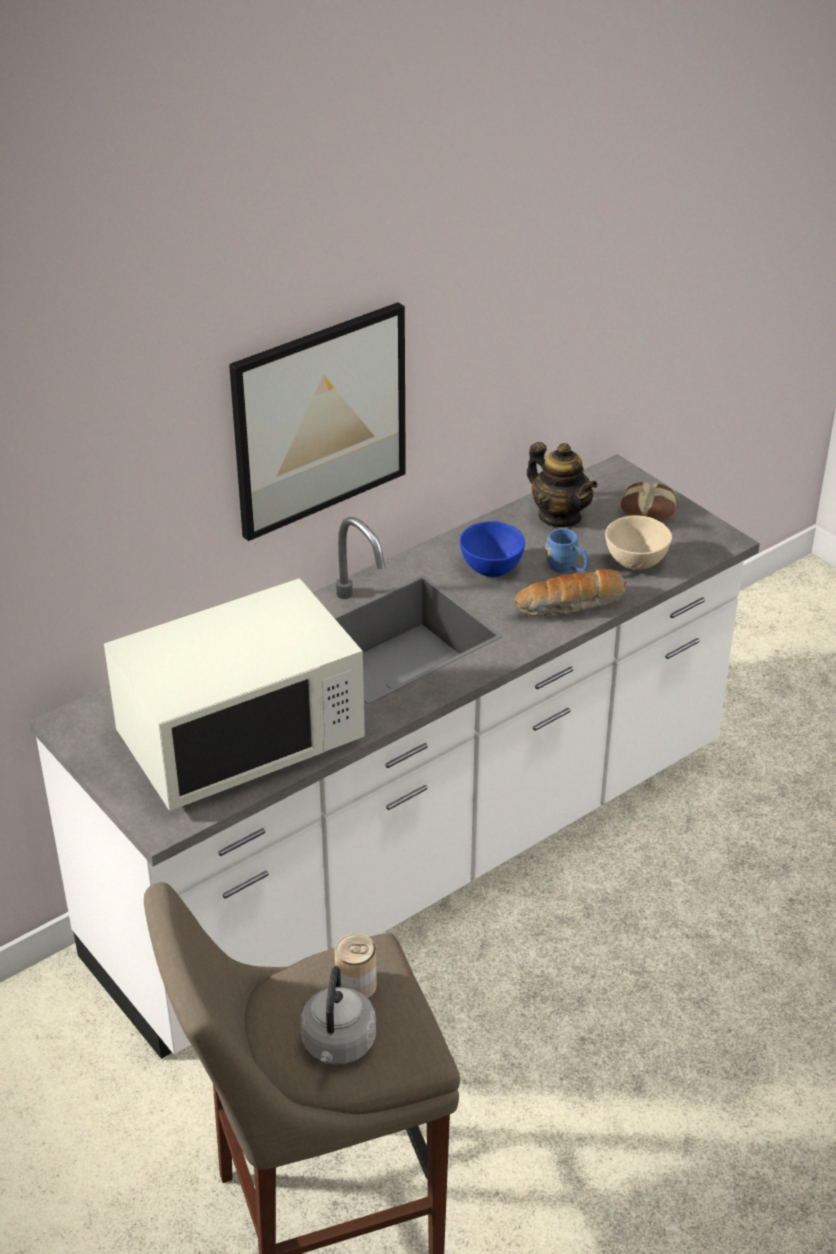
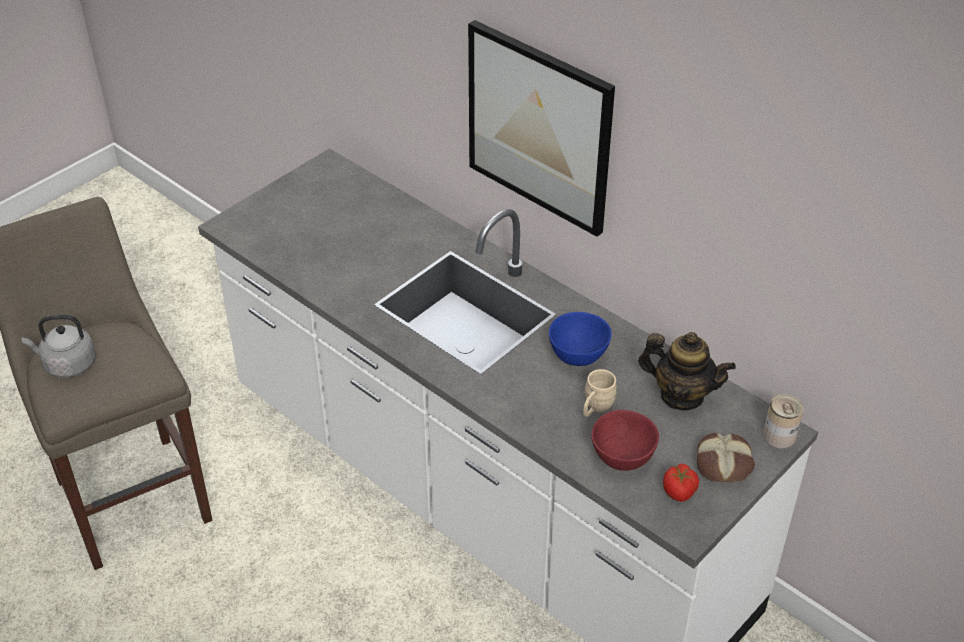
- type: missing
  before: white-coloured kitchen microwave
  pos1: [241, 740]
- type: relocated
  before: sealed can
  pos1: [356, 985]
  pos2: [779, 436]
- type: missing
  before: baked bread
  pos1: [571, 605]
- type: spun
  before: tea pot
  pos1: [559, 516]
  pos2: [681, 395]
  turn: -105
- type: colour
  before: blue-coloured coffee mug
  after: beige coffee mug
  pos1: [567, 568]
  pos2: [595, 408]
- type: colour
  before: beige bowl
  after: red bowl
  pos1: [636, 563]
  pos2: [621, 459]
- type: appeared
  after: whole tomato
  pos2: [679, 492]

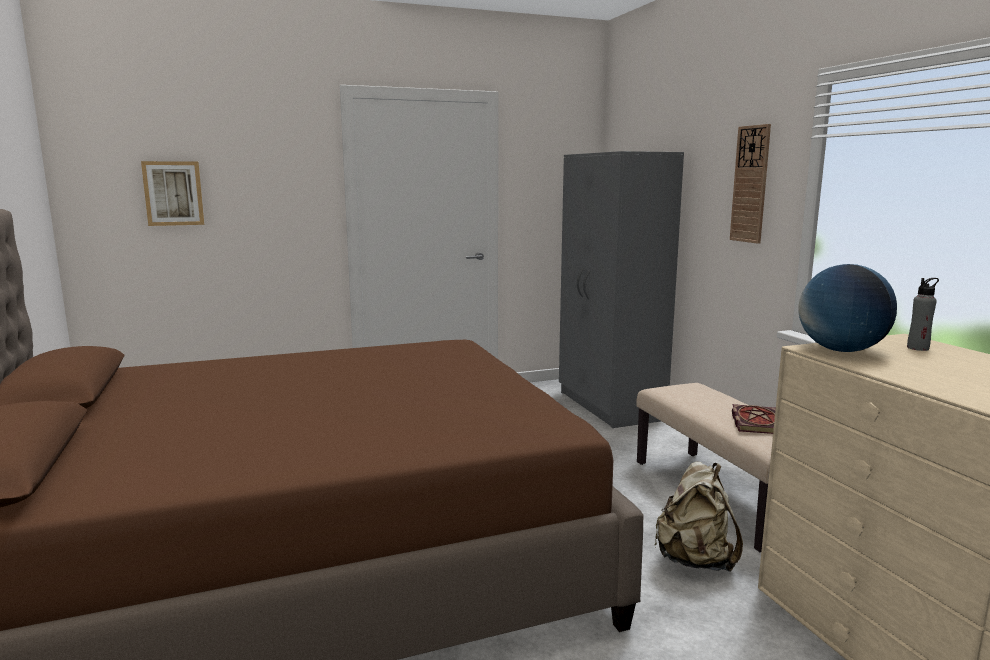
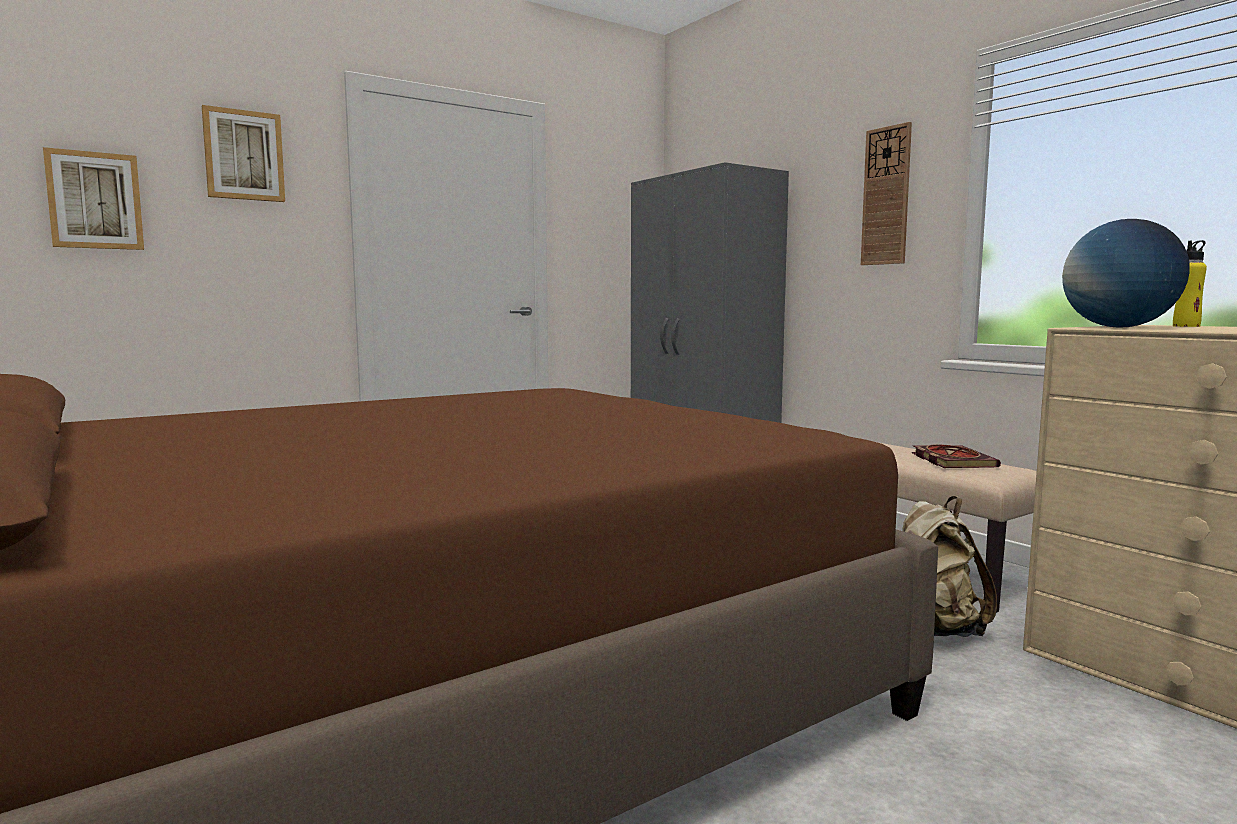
- type: colour
  before: gray bottle
  after: yellow bottle
  pos1: [918, 348]
  pos2: [1186, 326]
- type: appeared
  after: picture
  pos2: [244, 155]

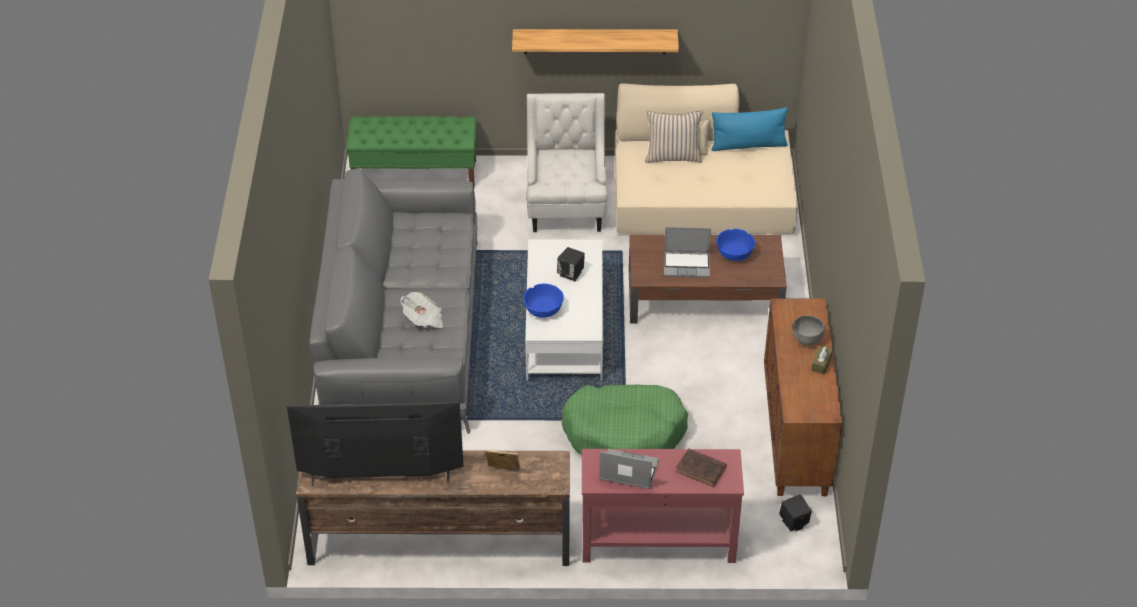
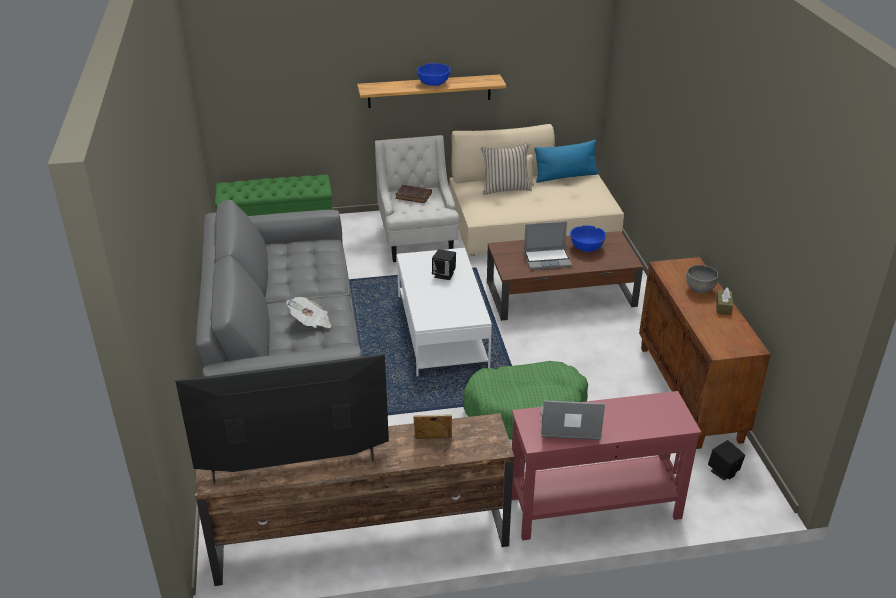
- type: relocated
  before: blue-coloured bowl
  pos1: [543, 310]
  pos2: [433, 84]
- type: relocated
  before: brown volume
  pos1: [702, 470]
  pos2: [414, 196]

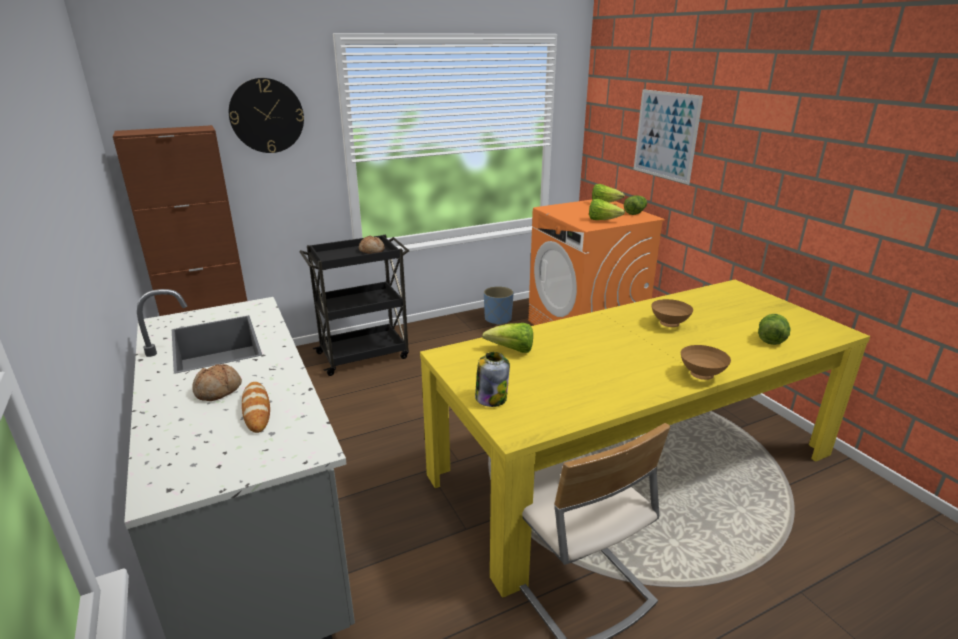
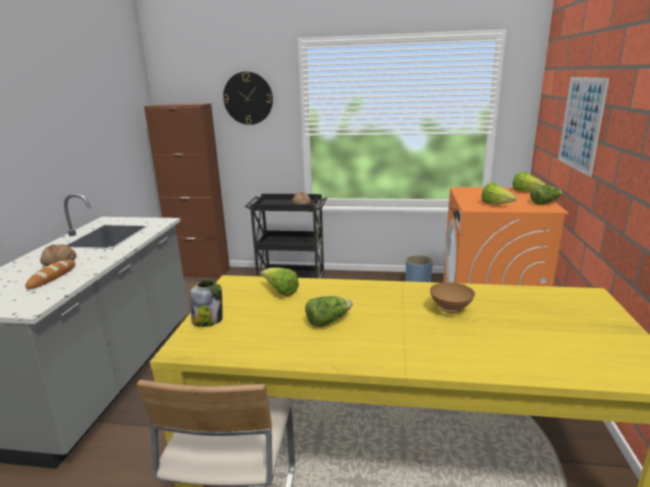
- type: missing
  before: brown bowl
  pos1: [700, 375]
- type: relocated
  before: lettuce
  pos1: [770, 338]
  pos2: [328, 321]

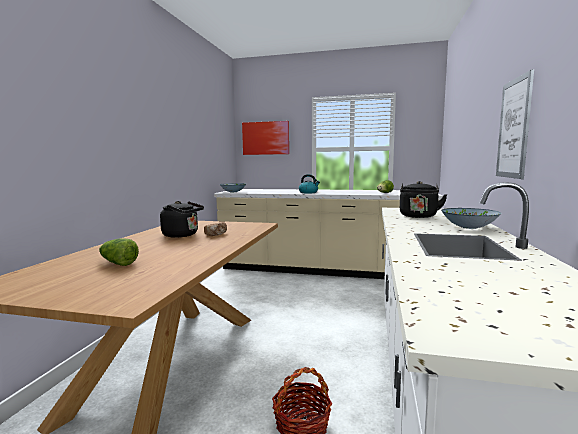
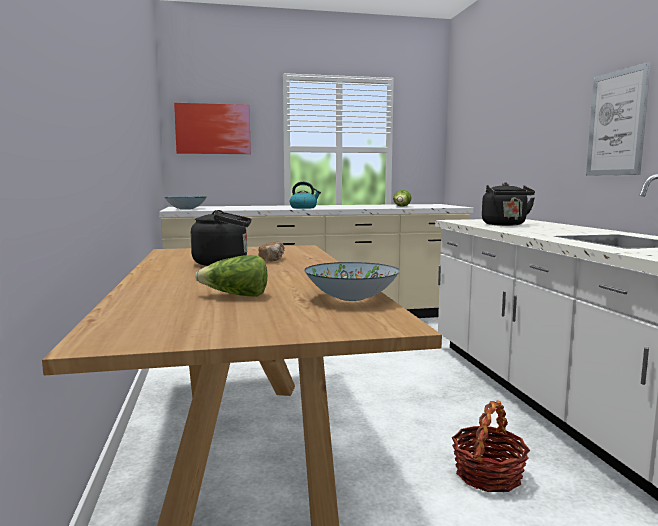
- type: relocated
  before: bowl
  pos1: [468, 227]
  pos2: [351, 298]

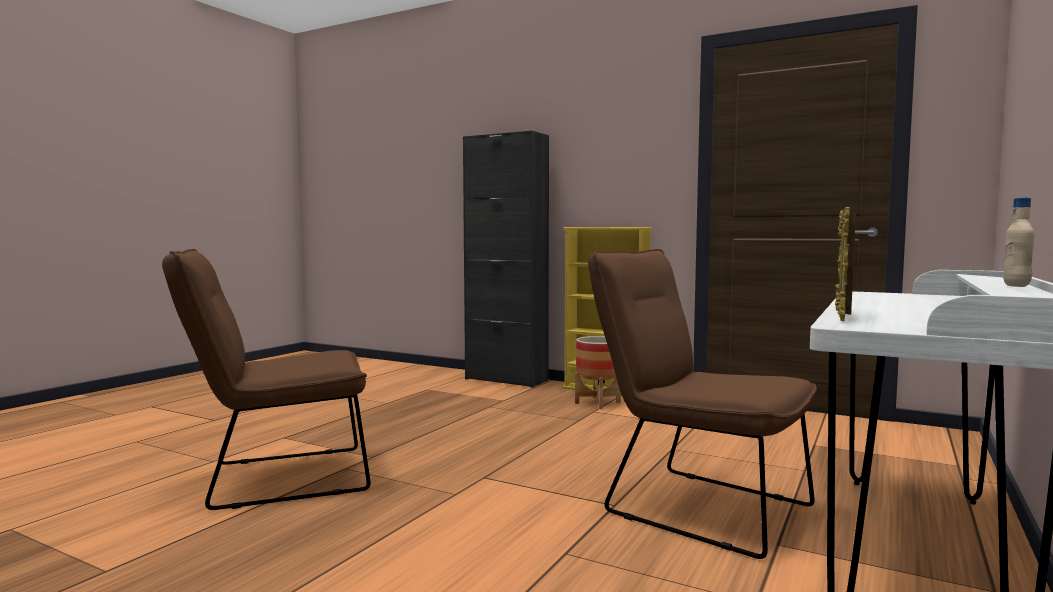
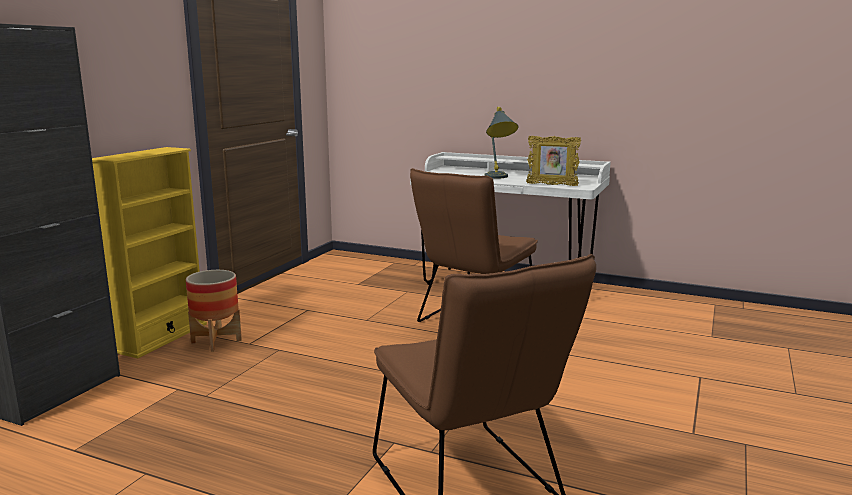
- type: missing
  before: beige bottle
  pos1: [1016, 286]
- type: appeared
  after: gray tabletop lamp
  pos2: [498, 178]

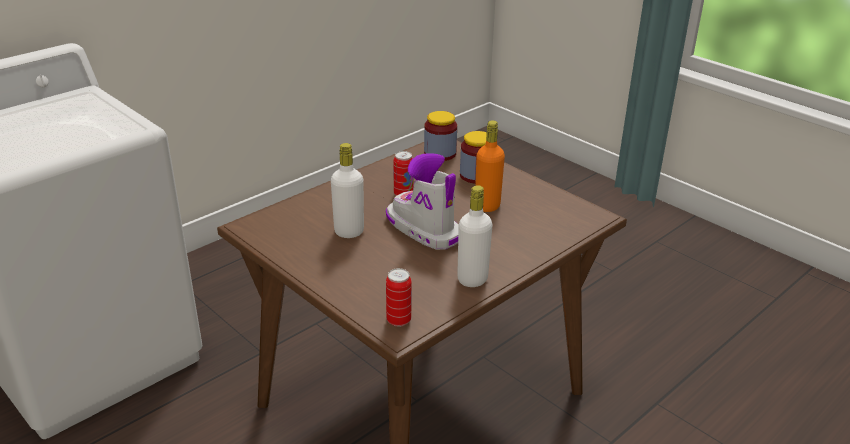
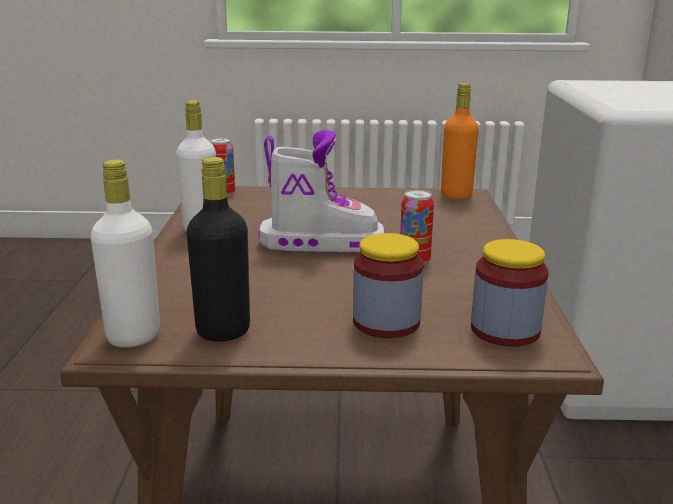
- type: relocated
  before: white-coloured bottle
  pos1: [349, 232]
  pos2: [133, 336]
- type: relocated
  before: orangey bottle
  pos1: [487, 206]
  pos2: [456, 195]
- type: appeared
  after: blackish bottle
  pos2: [223, 331]

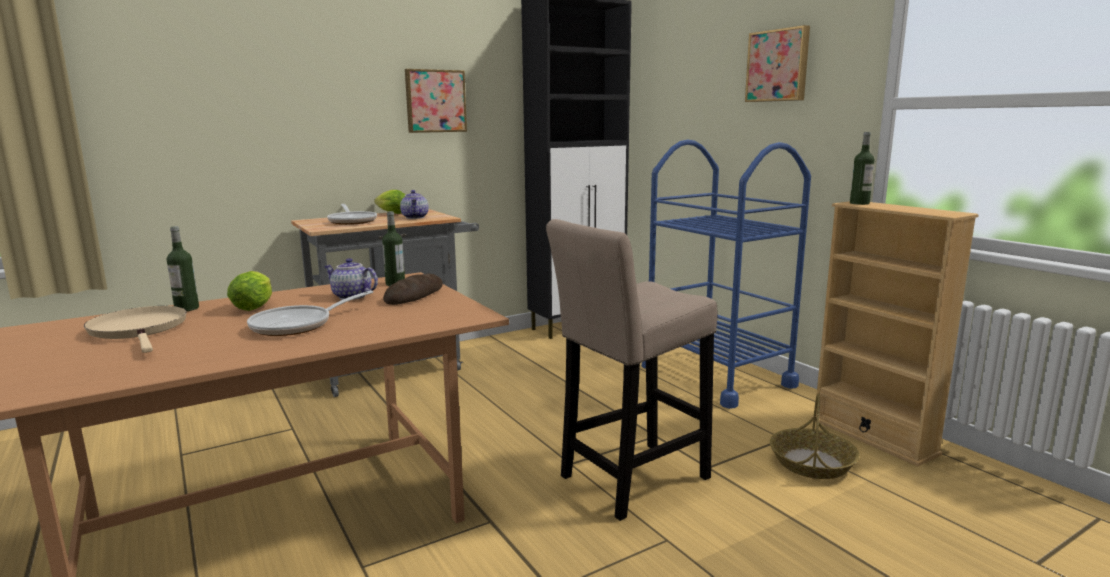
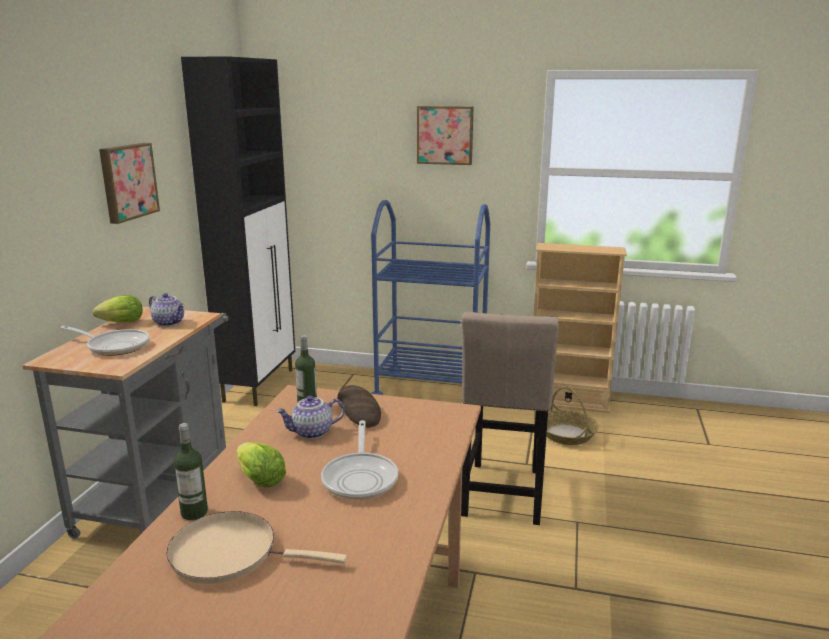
- type: missing
  before: bottle
  pos1: [859, 203]

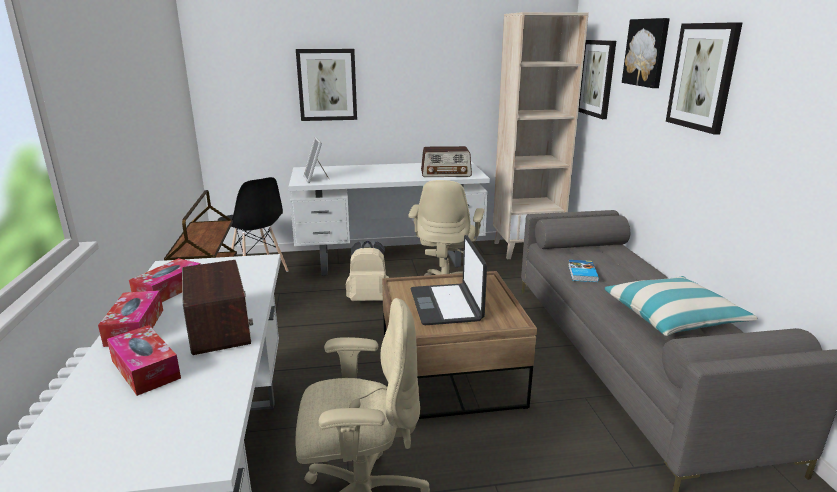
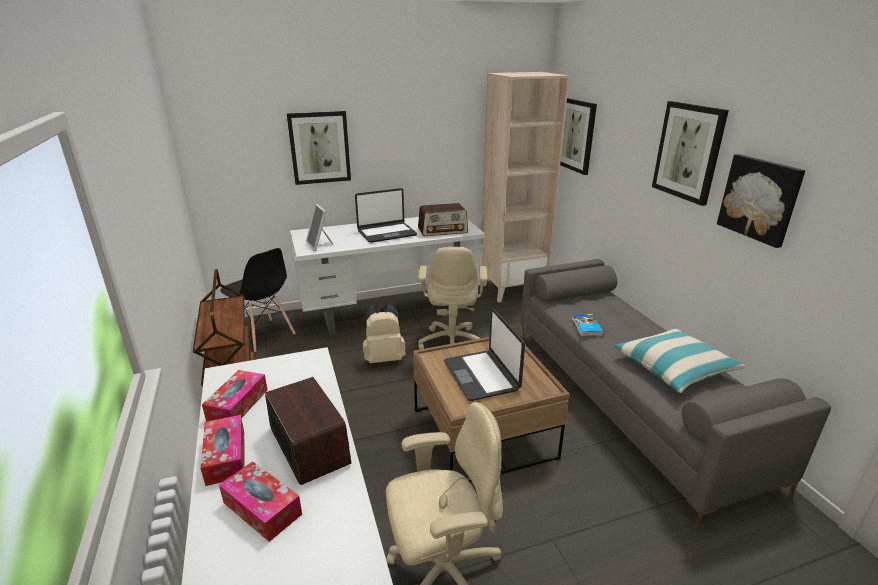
- type: relocated
  before: picture
  pos1: [647, 52]
  pos2: [760, 199]
- type: appeared
  after: laptop
  pos2: [386, 233]

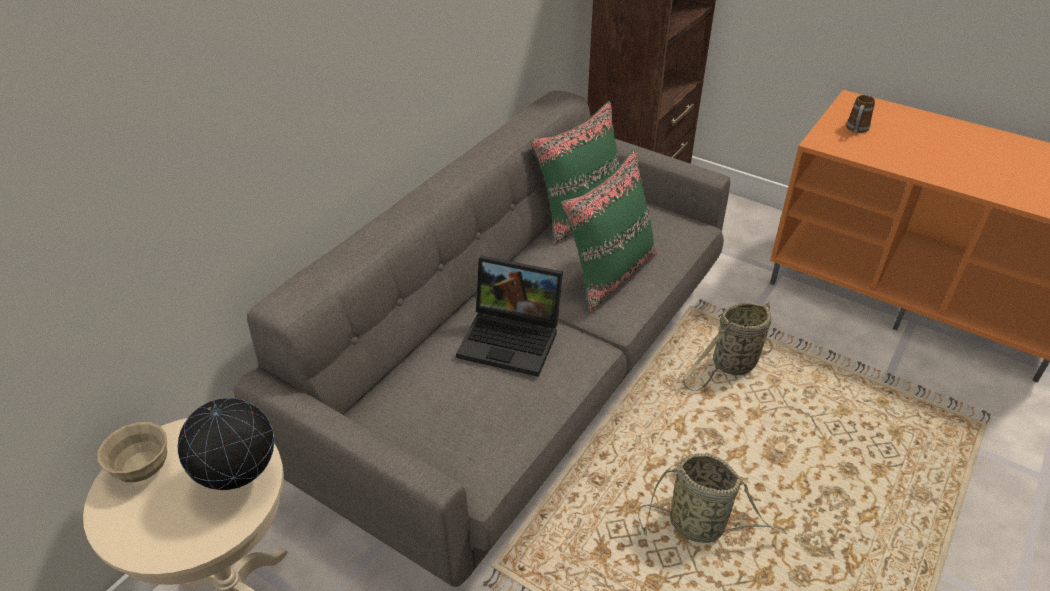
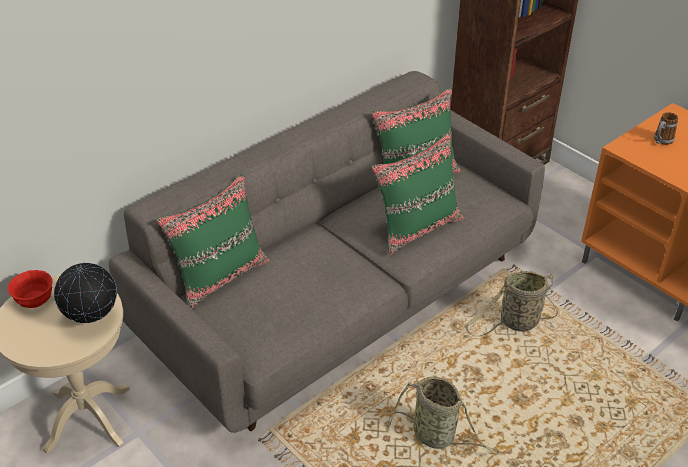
- type: colour
  before: beige bowl
  after: red bowl
  pos1: [143, 469]
  pos2: [35, 302]
- type: missing
  before: laptop
  pos1: [513, 339]
- type: appeared
  after: green throw pillow
  pos2: [220, 276]

